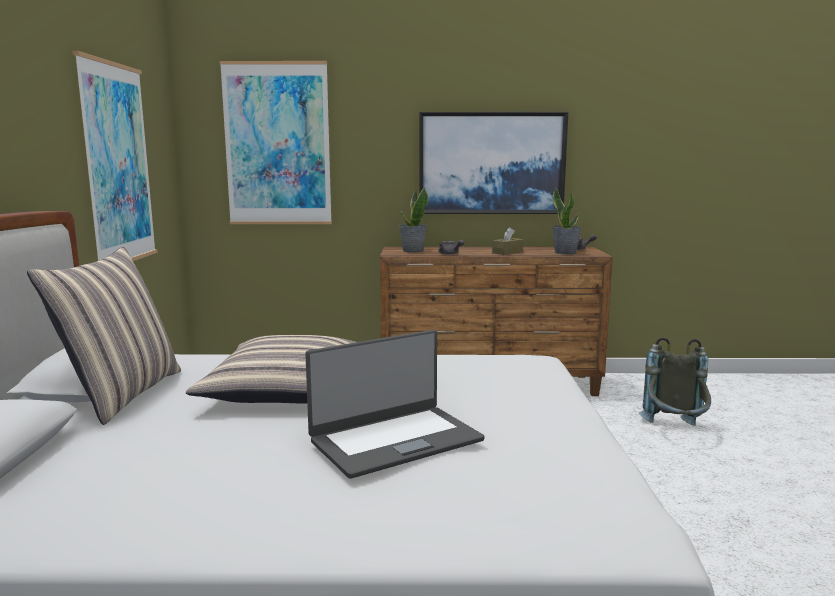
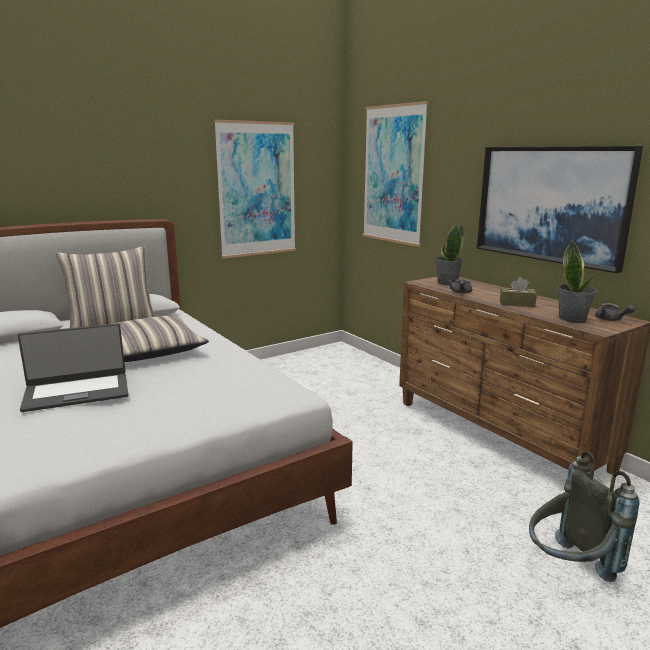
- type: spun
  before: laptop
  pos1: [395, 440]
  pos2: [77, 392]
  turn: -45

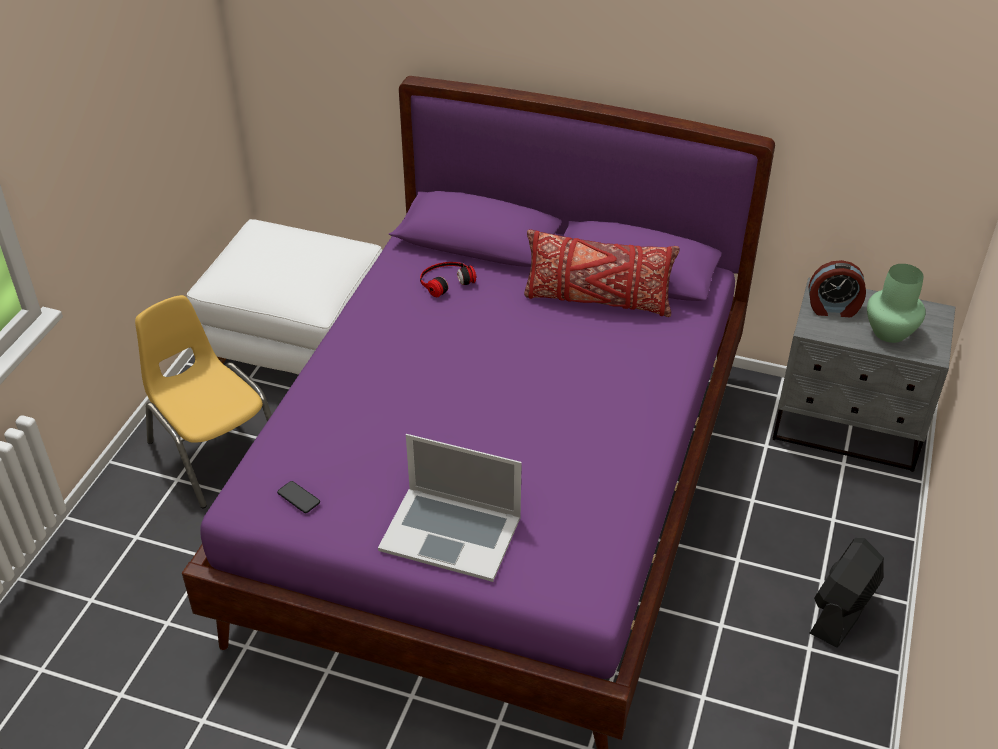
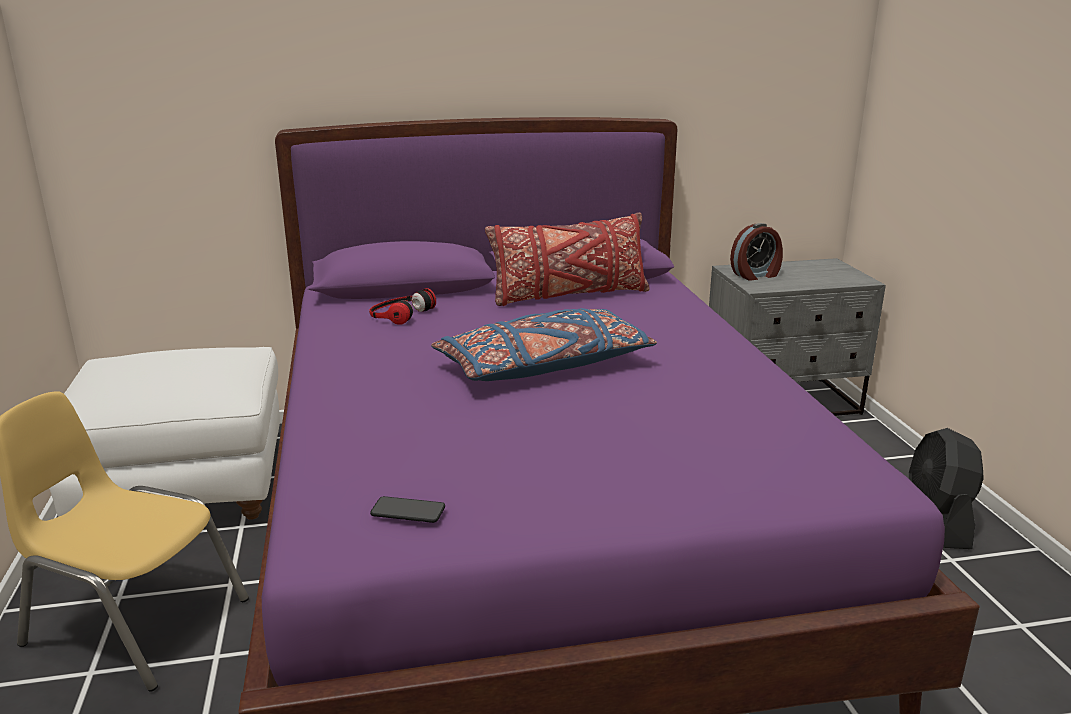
- type: missing
  before: laptop
  pos1: [451, 532]
- type: missing
  before: green flower vase
  pos1: [890, 332]
- type: appeared
  after: blue-coloured throw pillow
  pos2: [543, 366]

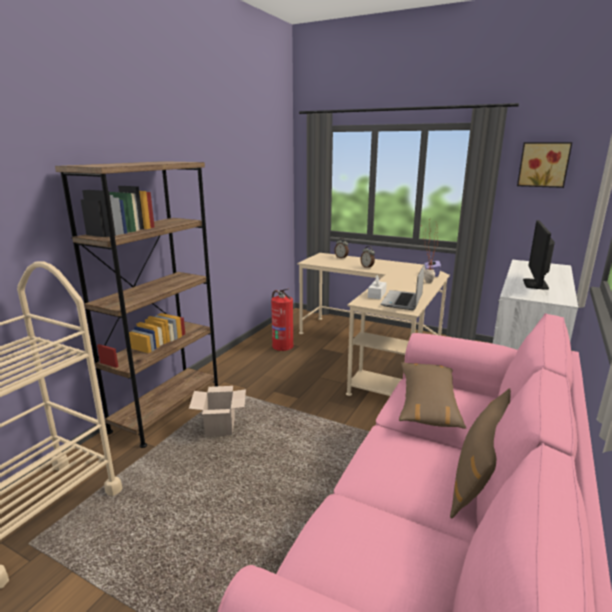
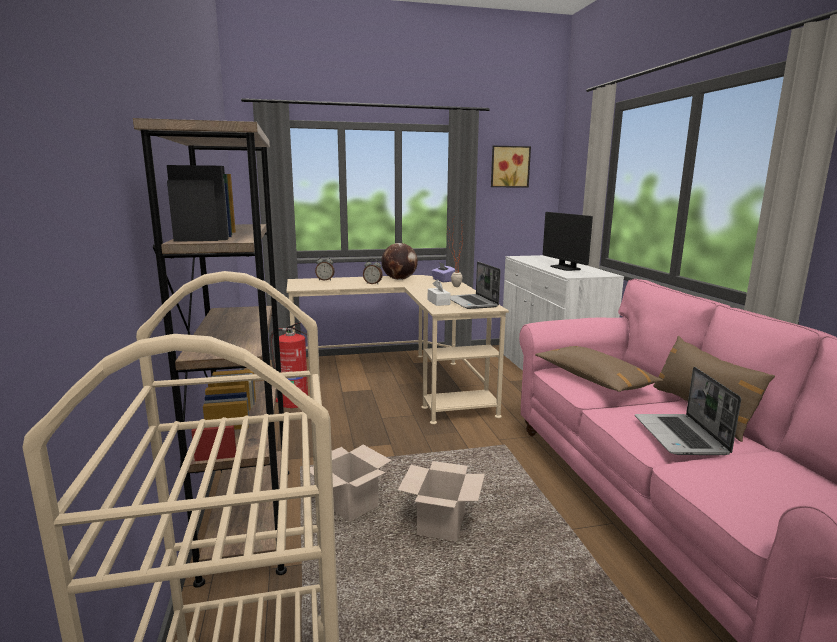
- type: appeared
  after: desk globe
  pos2: [399, 279]
- type: appeared
  after: carton
  pos2: [441, 523]
- type: appeared
  after: laptop
  pos2: [681, 436]

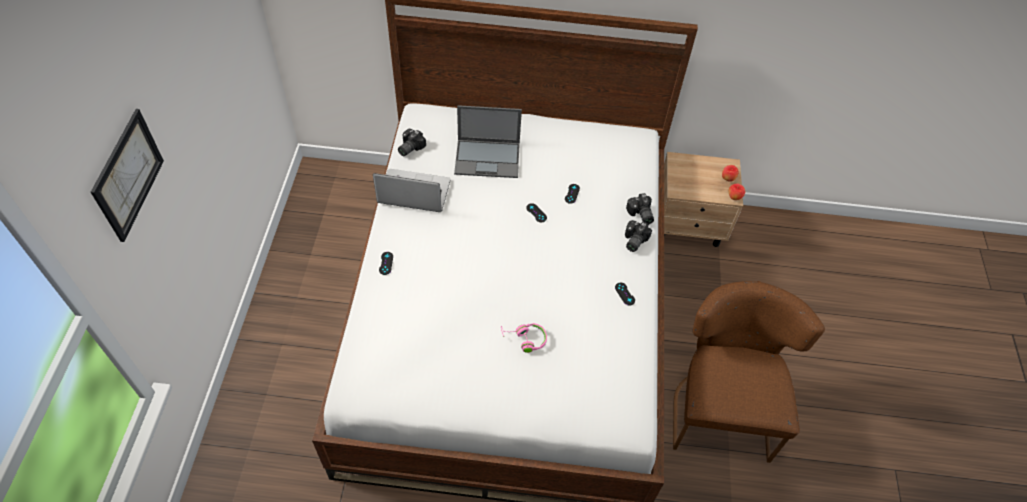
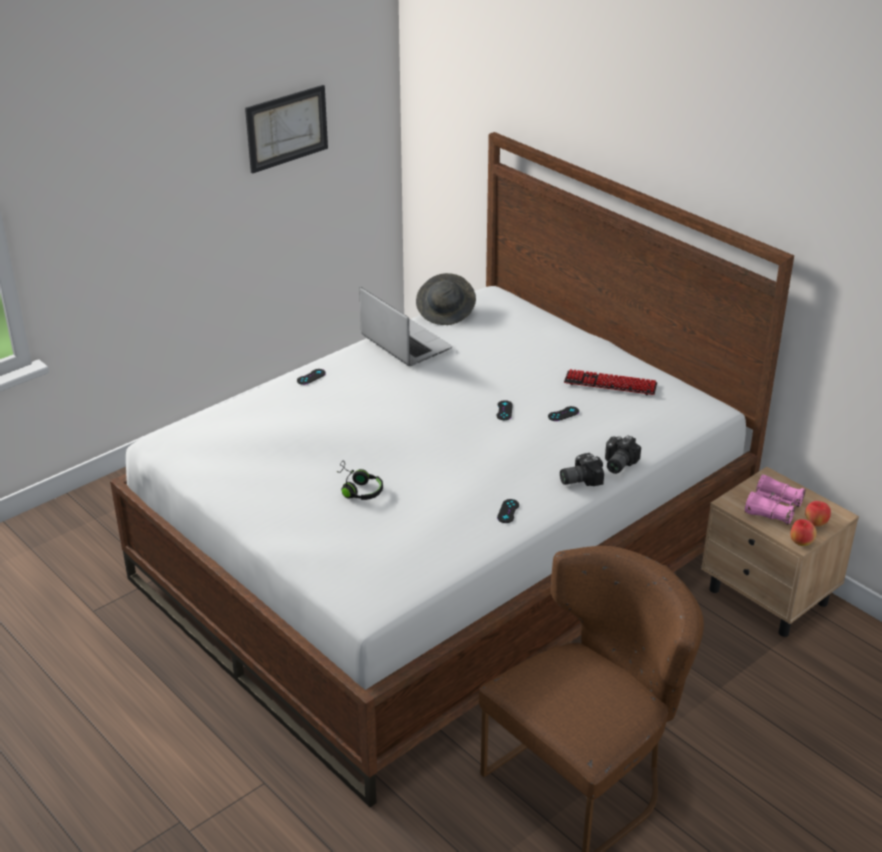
- type: relocated
  before: picture
  pos1: [128, 175]
  pos2: [286, 128]
- type: exchanged
  before: still camera
  after: gray wearable hat
  pos1: [409, 147]
  pos2: [446, 312]
- type: missing
  before: laptop
  pos1: [488, 158]
- type: colour
  before: pinkish headset
  after: blackish headset
  pos1: [525, 339]
  pos2: [358, 489]
- type: appeared
  after: keyboard
  pos2: [610, 384]
- type: appeared
  after: pinkish pair of binoculars
  pos2: [773, 508]

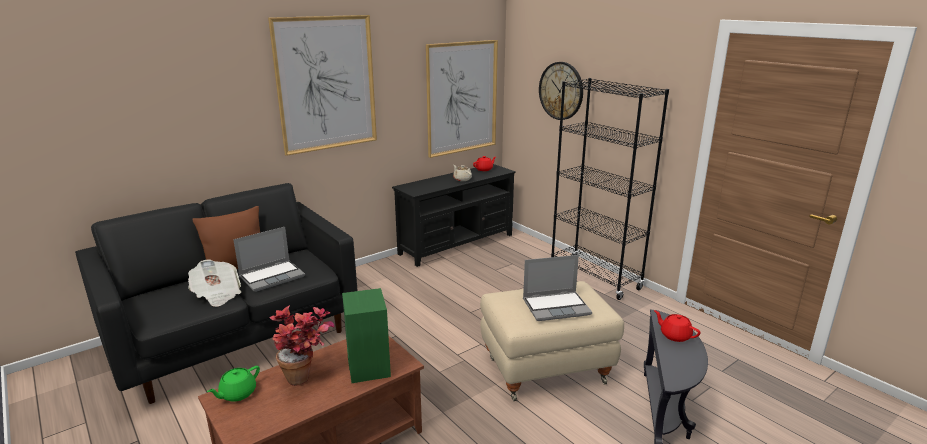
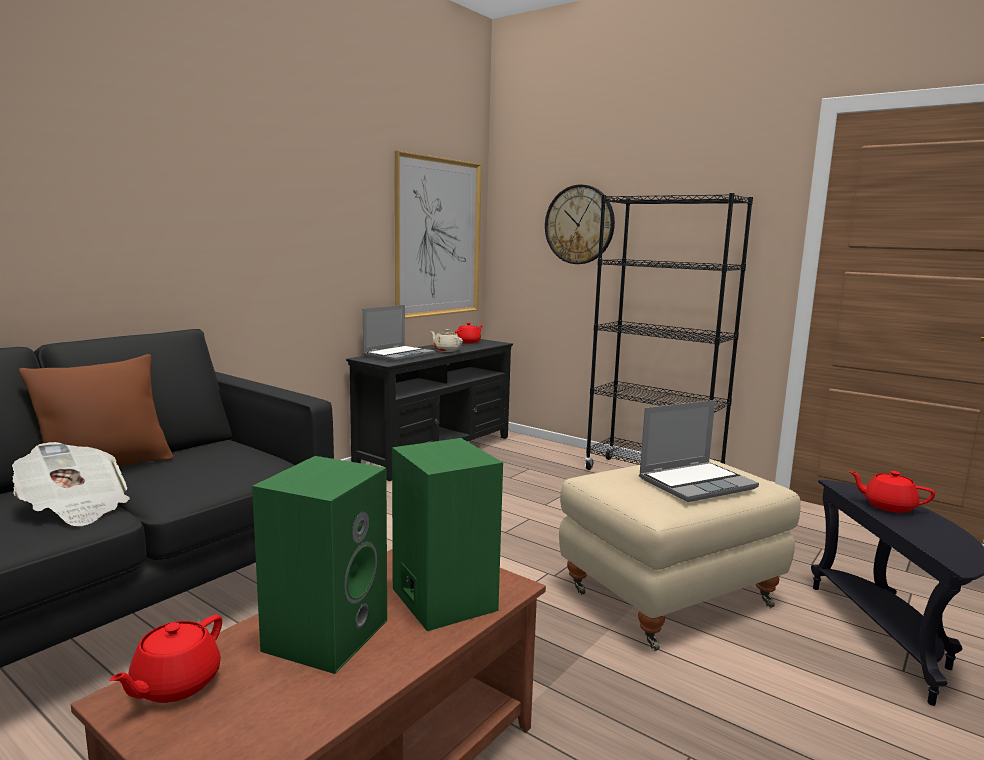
- type: colour
  before: green tea pot
  after: red tea pot
  pos1: [237, 394]
  pos2: [174, 685]
- type: relocated
  before: laptop
  pos1: [272, 276]
  pos2: [399, 355]
- type: missing
  before: picture
  pos1: [326, 84]
- type: exchanged
  before: houseplant
  after: green speaker
  pos1: [306, 378]
  pos2: [326, 633]

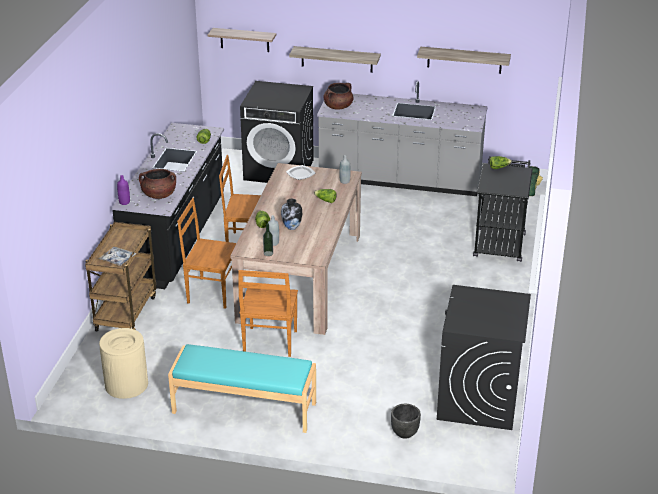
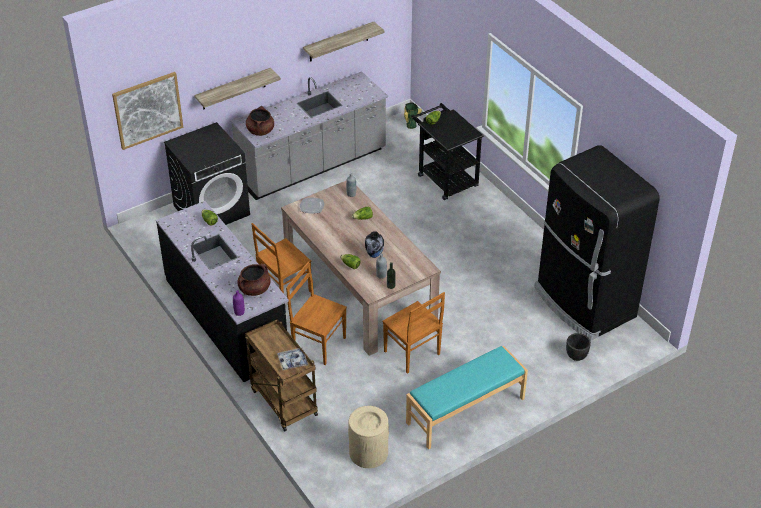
- type: spun
  before: brown upright chair
  pos1: [211, 292]
  pos2: [318, 344]
  turn: 60
- type: exchanged
  before: wall shelf
  after: picture
  pos1: [244, 40]
  pos2: [148, 110]
- type: exchanged
  before: blackish laundry machine
  after: blackish refrigerator
  pos1: [478, 399]
  pos2: [583, 303]

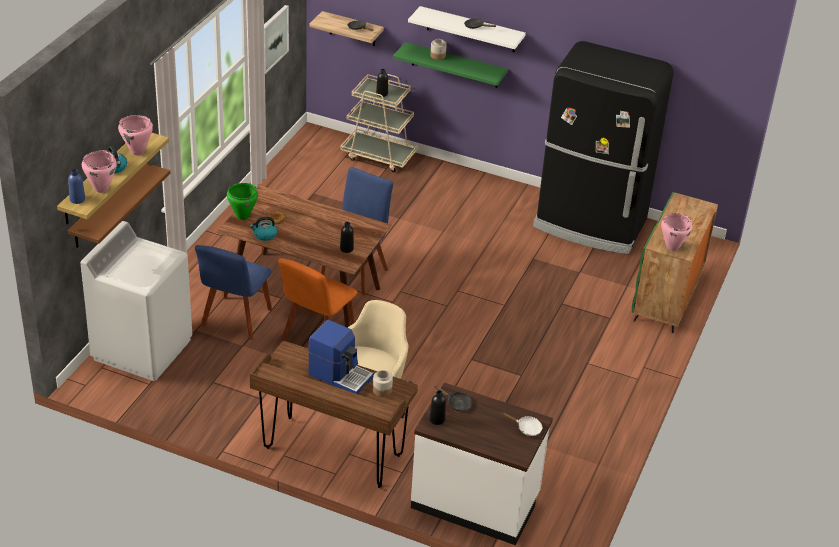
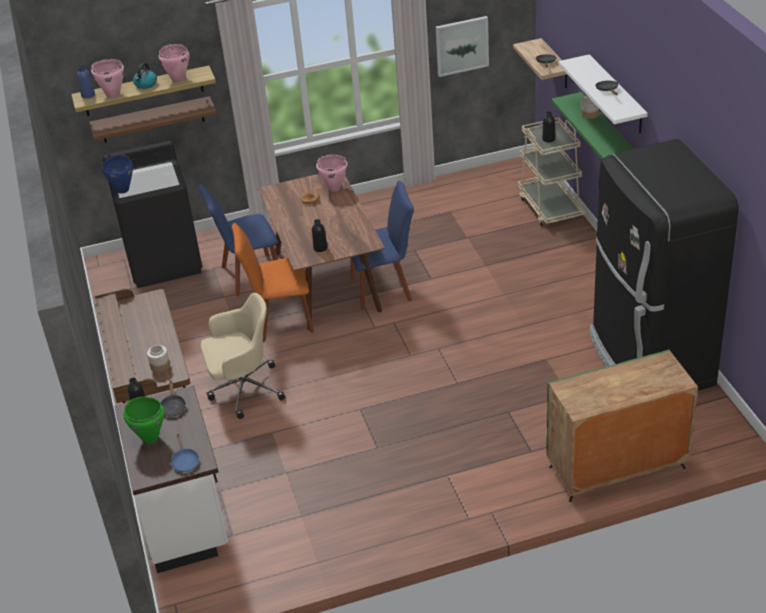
- type: colour
  before: white-coloured laundry machine
  after: blackish laundry machine
  pos1: [142, 349]
  pos2: [164, 262]
- type: relocated
  before: green saucepot
  pos1: [242, 216]
  pos2: [150, 438]
- type: missing
  before: tea kettle
  pos1: [264, 235]
- type: missing
  before: coffee brewer
  pos1: [340, 375]
- type: colour
  before: white-coloured skillet
  after: blue-coloured skillet
  pos1: [526, 428]
  pos2: [185, 461]
- type: relocated
  before: pinkish saucepot
  pos1: [672, 247]
  pos2: [334, 188]
- type: appeared
  after: blue-coloured saucepot
  pos2: [122, 190]

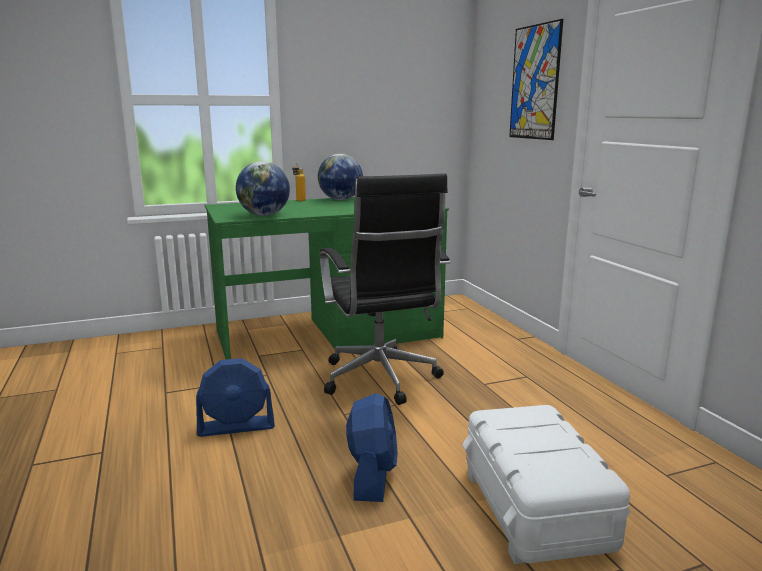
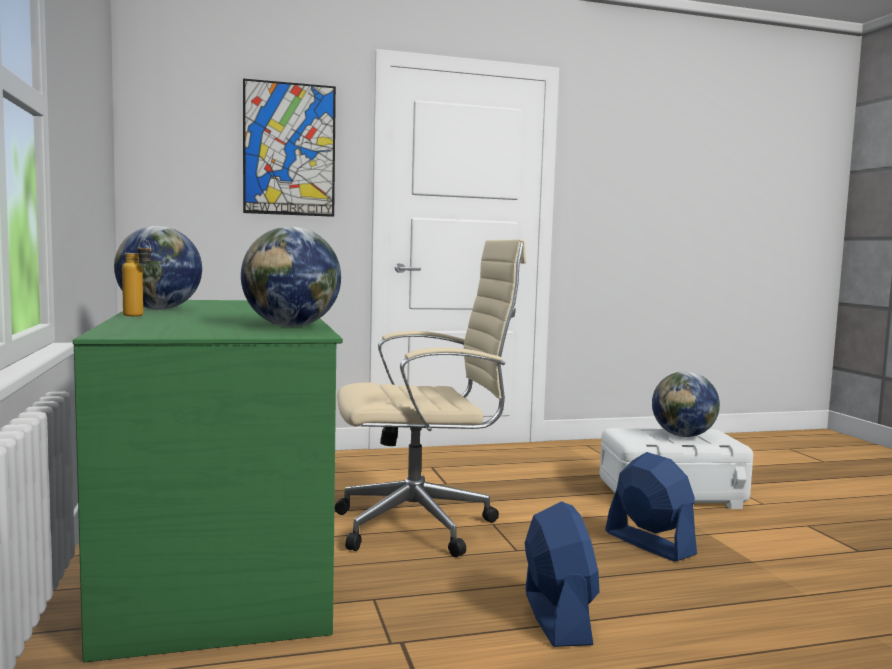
- type: colour
  before: blackish computer chair
  after: beige computer chair
  pos1: [381, 380]
  pos2: [422, 526]
- type: spun
  before: blue-coloured fan
  pos1: [372, 475]
  pos2: [649, 543]
  turn: 45
- type: appeared
  after: desk globe
  pos2: [683, 436]

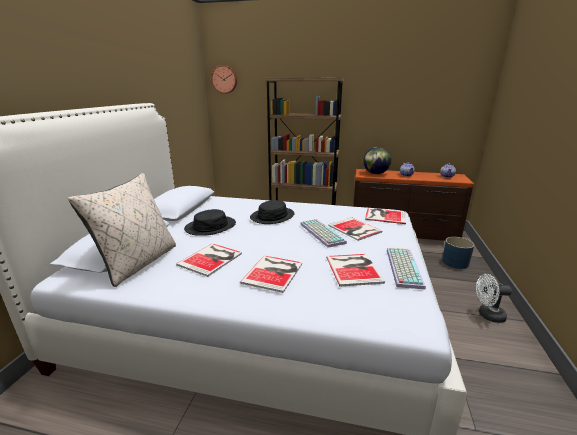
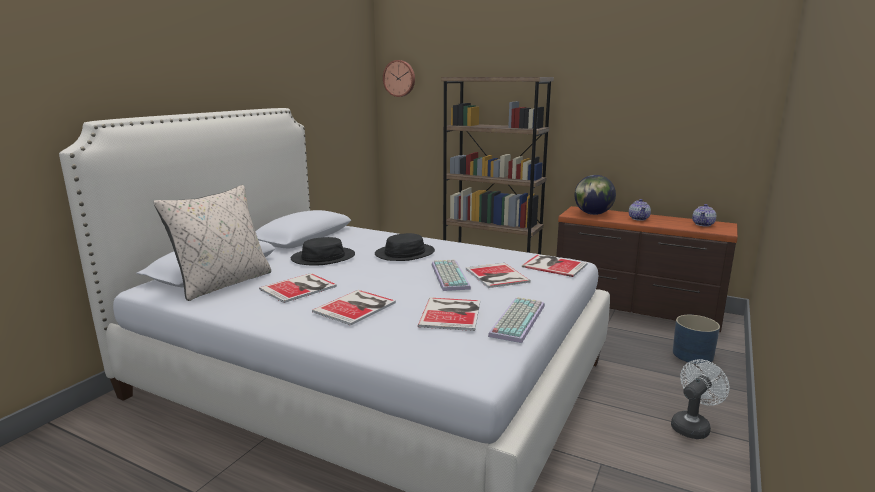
- type: spun
  before: white-coloured fan
  pos1: [487, 315]
  pos2: [692, 426]
  turn: 120

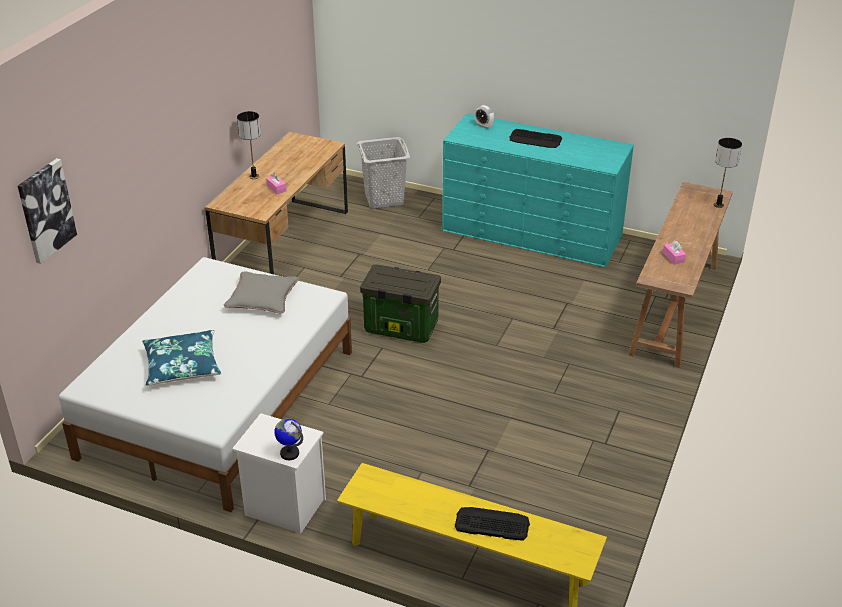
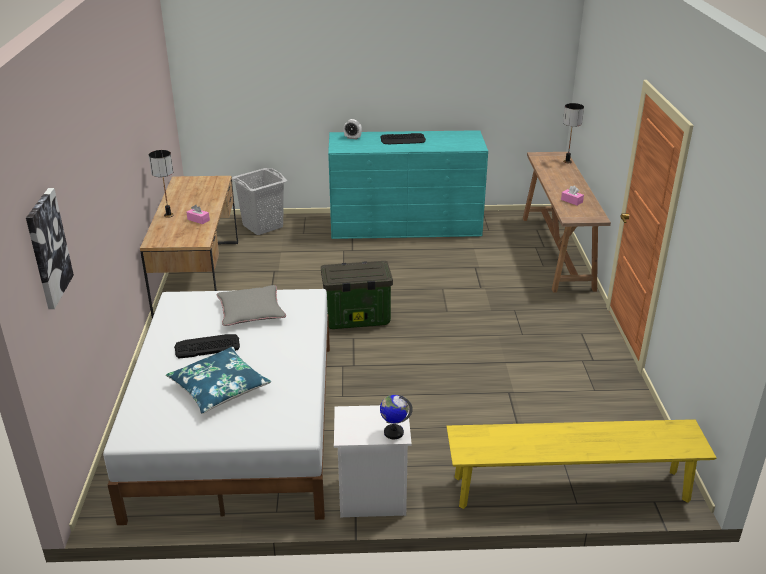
- type: relocated
  before: keyboard
  pos1: [491, 524]
  pos2: [207, 346]

